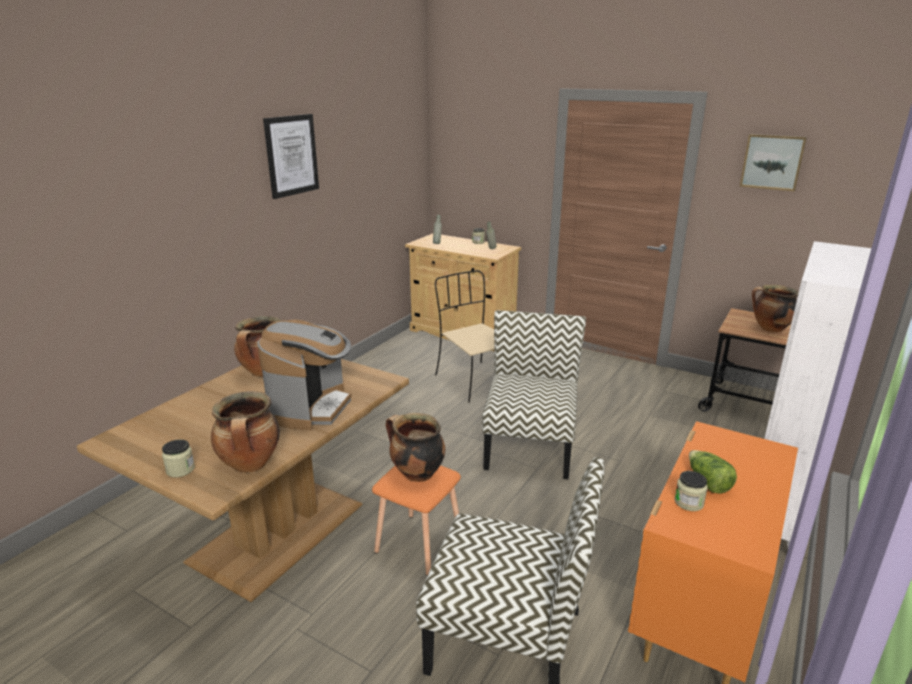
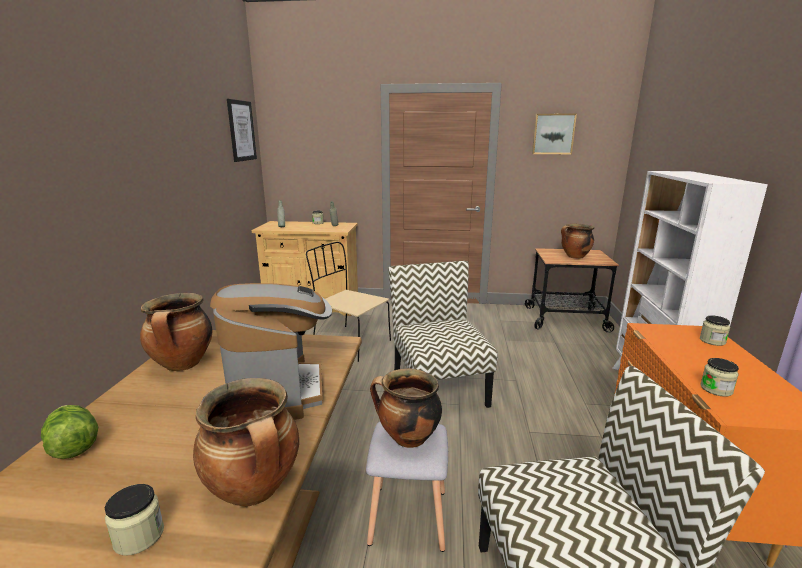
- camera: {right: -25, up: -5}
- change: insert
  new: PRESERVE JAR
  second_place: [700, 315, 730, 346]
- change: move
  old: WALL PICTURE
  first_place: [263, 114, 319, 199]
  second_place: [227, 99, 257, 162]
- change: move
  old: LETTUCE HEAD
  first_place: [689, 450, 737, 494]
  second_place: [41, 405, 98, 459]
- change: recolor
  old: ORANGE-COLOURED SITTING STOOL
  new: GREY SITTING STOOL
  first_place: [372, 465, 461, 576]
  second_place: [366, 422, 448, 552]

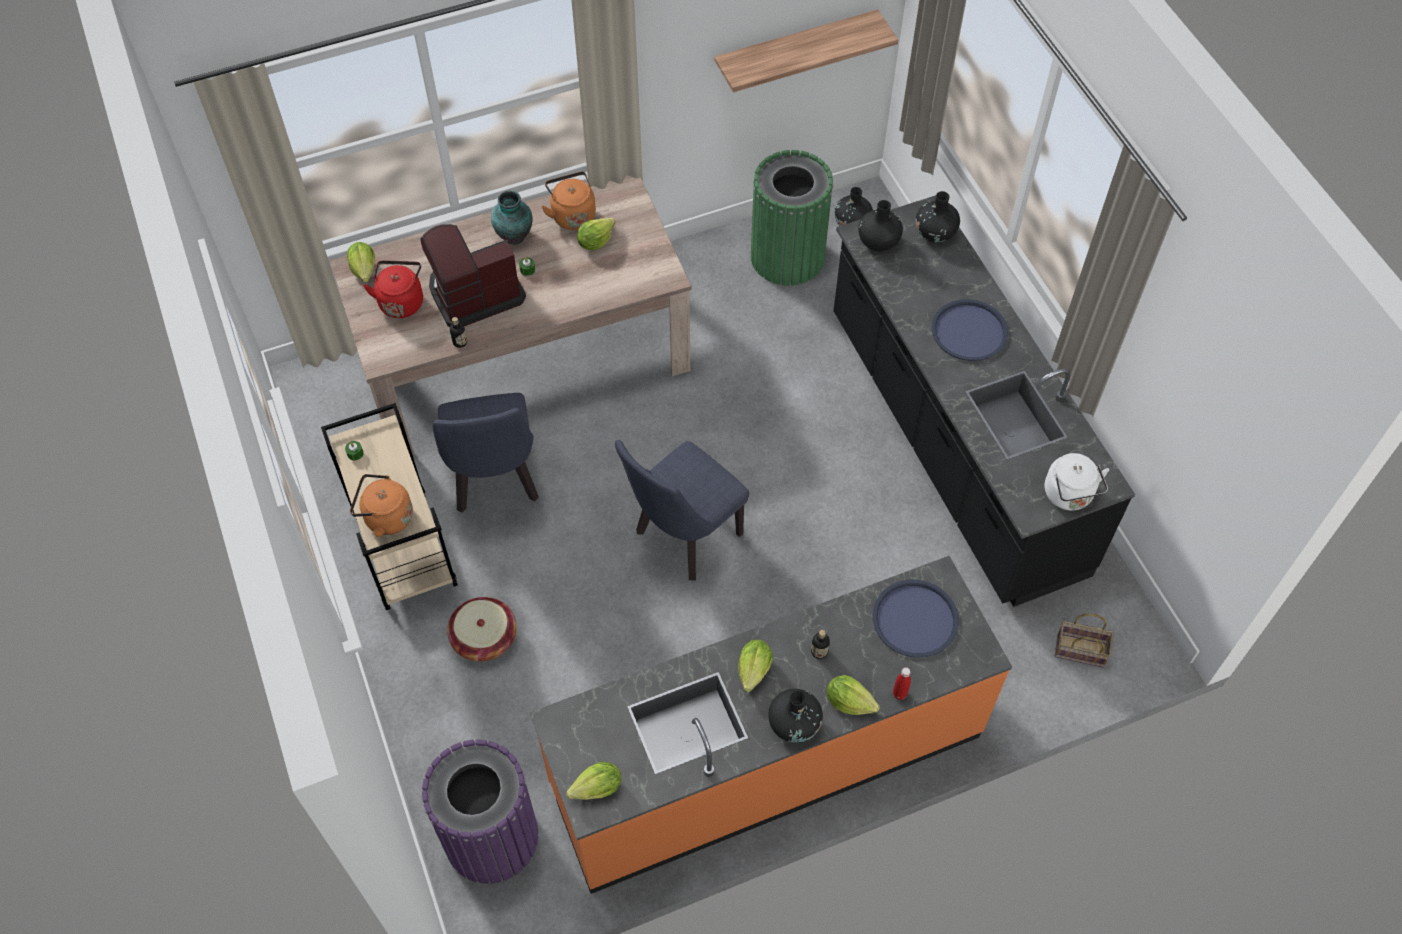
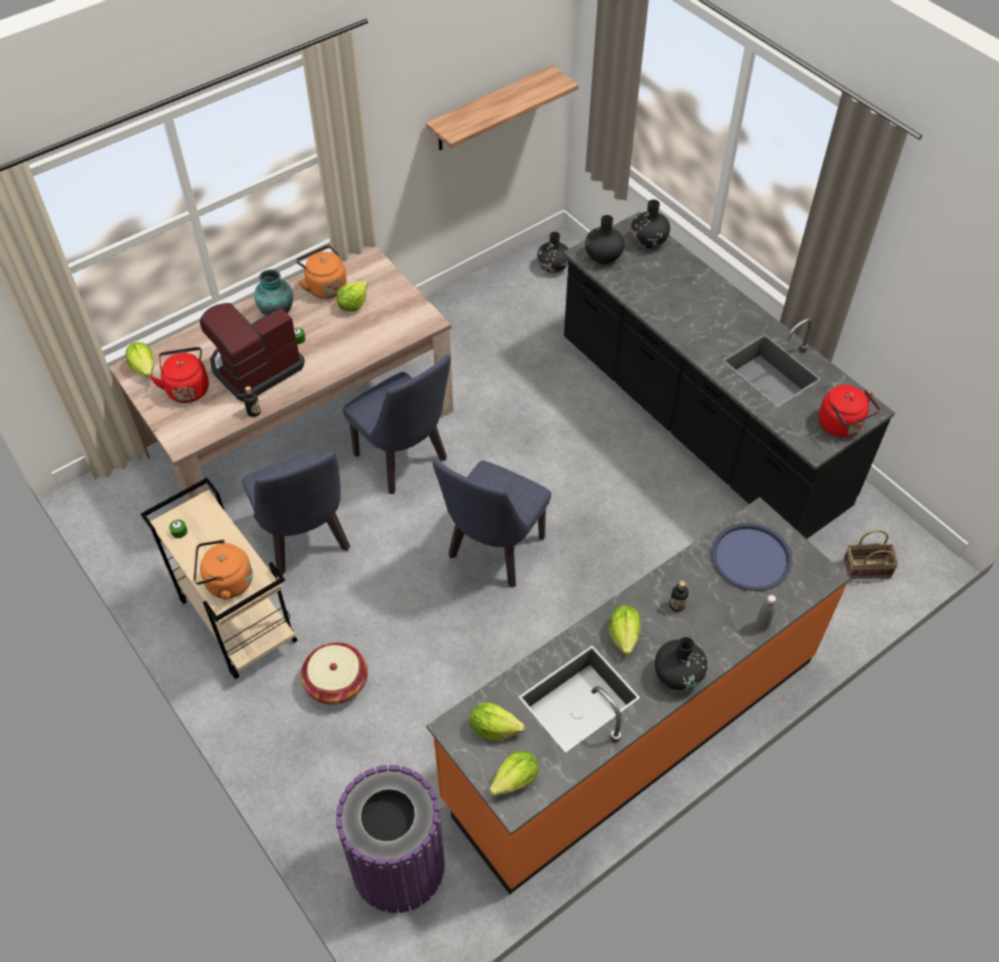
- camera: {right: -15, up: -5}
- change: delete
  old: GREEN RUBBISH BIN
  first_place: [751, 150, 833, 286]
- change: delete
  old: BLUE SERVING TRAY
  first_place: [932, 299, 1008, 361]
- change: insert
  new: BLUE PLAIN CHAIR
  second_place: [343, 354, 451, 494]
- change: move
  old: LETTUCE HEAD
  first_place: [827, 675, 880, 715]
  second_place: [470, 702, 525, 740]
- change: recolor
  old: RED-COLOURED BOTTLE
  new: GREY BOTTLE
  first_place: [893, 667, 911, 700]
  second_place: [756, 595, 776, 630]
- change: recolor
  old: WHITE-COLOURED TEA KETTLE
  new: RED-COLOURED TEA KETTLE
  first_place: [1045, 453, 1109, 510]
  second_place: [819, 385, 880, 437]

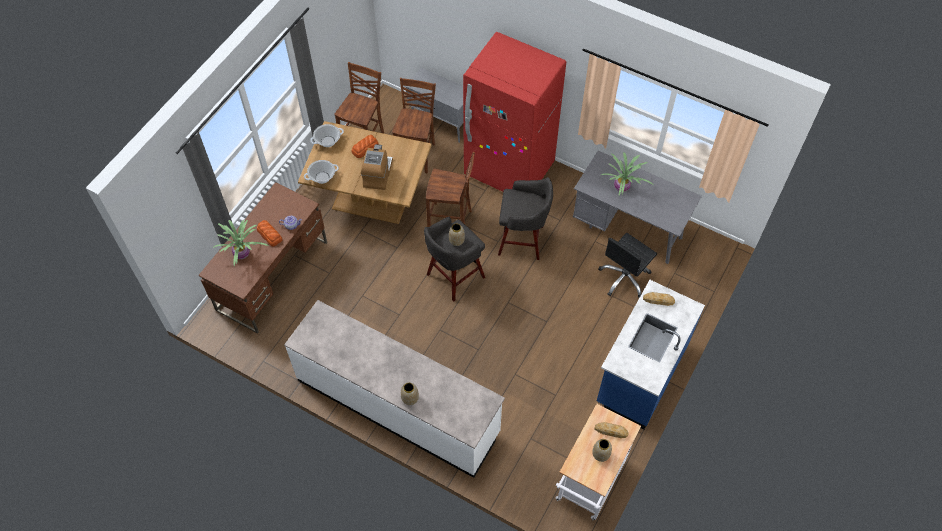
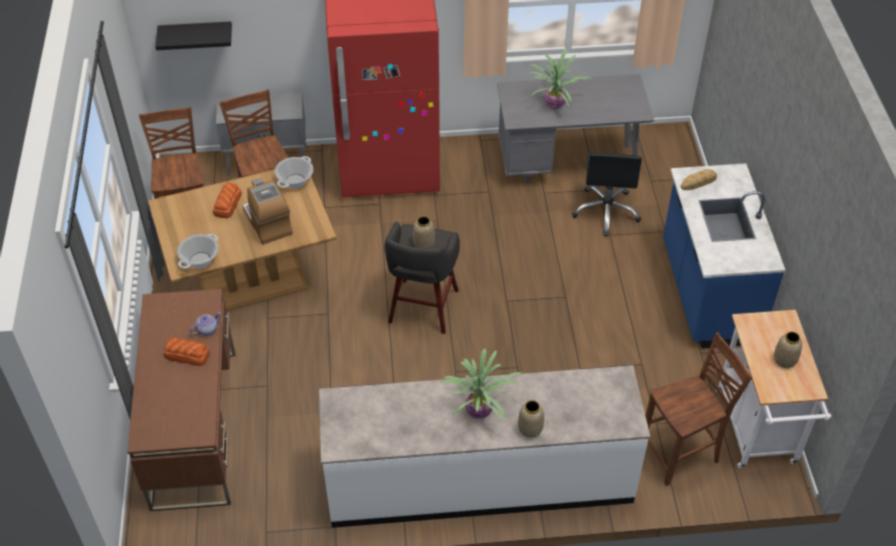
- camera: {right: -35, up: -10}
- change: delete
  old: GREY SITTING STOOL
  first_place: [498, 177, 553, 260]
- change: delete
  old: BREAD
  first_place: [594, 422, 629, 438]
- change: insert
  new: BLACKISH BRACKET SHELF
  second_place: [155, 21, 232, 50]
- change: move
  old: PLANT IN A POT
  first_place: [213, 220, 269, 266]
  second_place: [440, 348, 521, 422]
- change: move
  old: COOKING POT
  first_place: [310, 124, 344, 147]
  second_place: [275, 156, 313, 188]
- change: move
  old: BROWNISH PLAIN CHAIR
  first_place: [426, 152, 475, 227]
  second_place: [645, 332, 752, 486]

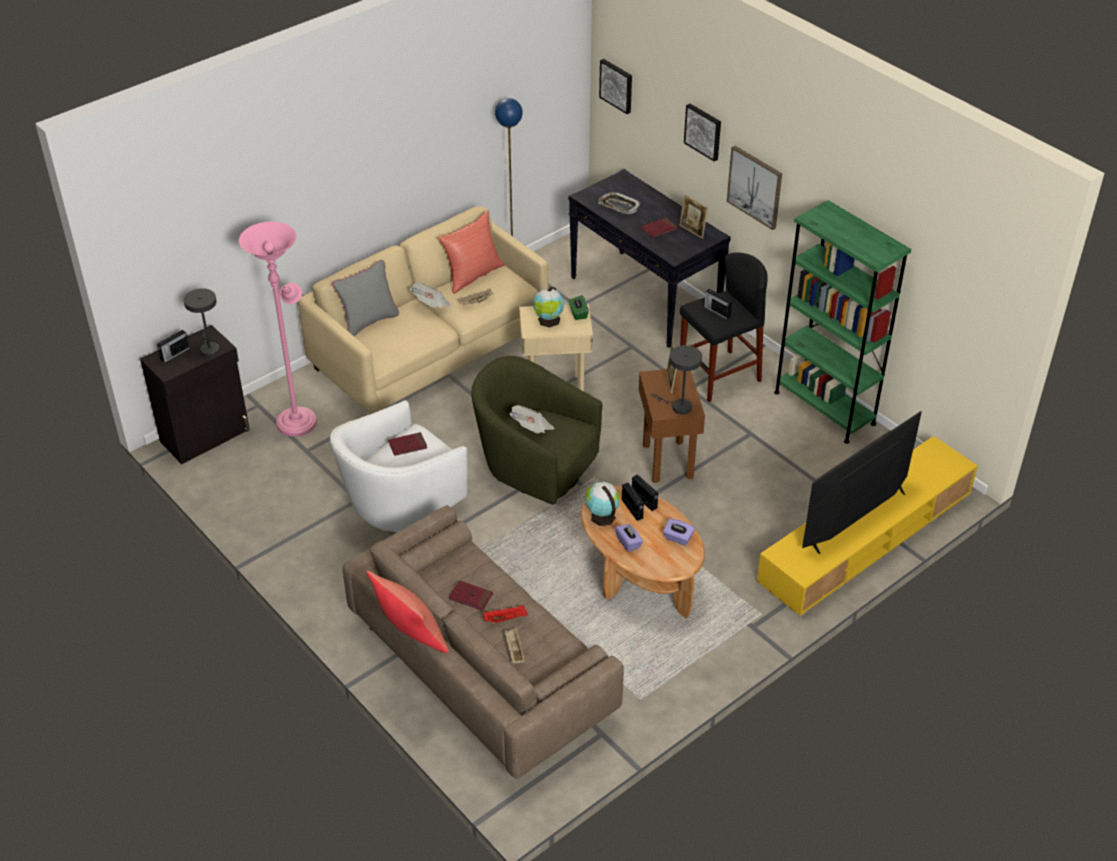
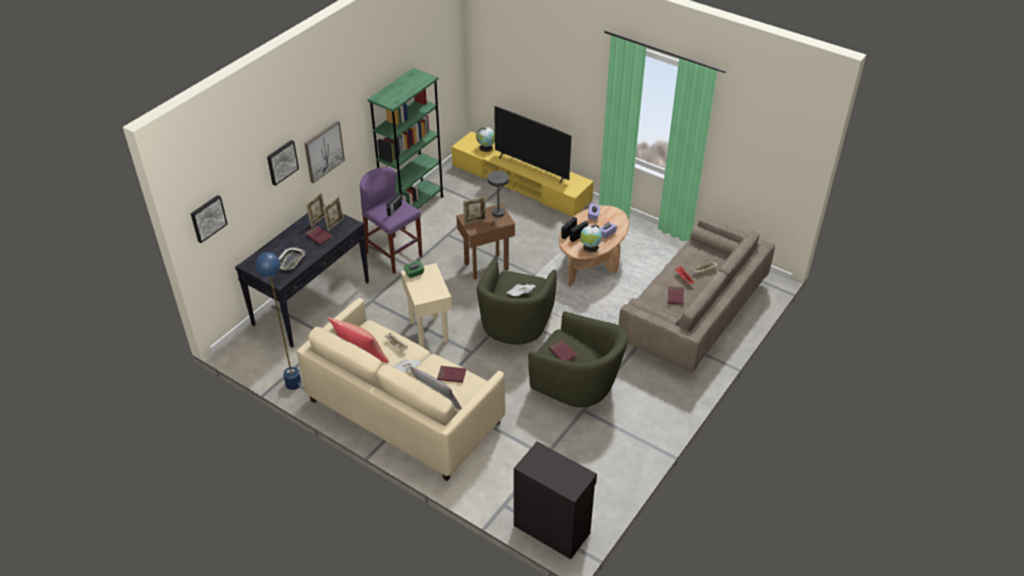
- camera: {right: -105, up: 0}
- change: delete
  old: RADIO SET
  first_place: [157, 330, 190, 363]
- change: delete
  old: GREY TABLETOP LAMP
  first_place: [184, 288, 220, 357]
- change: delete
  old: PINKISH STANDARD LAMP
  first_place: [239, 222, 317, 437]
- change: delete
  old: RED-COLOURED PILLOW
  first_place: [366, 571, 449, 653]
- change: insert
  new: PICTURE FRAME
  second_place: [323, 196, 344, 231]
- change: insert
  new: RED-COLOURED BOUND BOOK
  second_place: [437, 366, 466, 383]
- change: move
  old: DESK GLOBE
  first_place: [533, 287, 564, 327]
  second_place: [476, 127, 495, 152]
- change: recolor
  old: WHITE-COLOURED ARMCHAIR
  new: GREEN ARMCHAIR
  first_place: [330, 400, 468, 532]
  second_place: [528, 311, 628, 407]
- change: recolor
  old: BLACKISH SITTING STOOL
  new: PURPLE SITTING STOOL
  first_place: [680, 252, 768, 402]
  second_place: [360, 167, 422, 274]

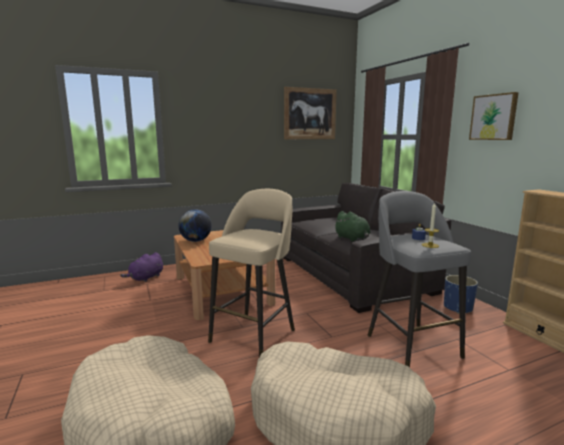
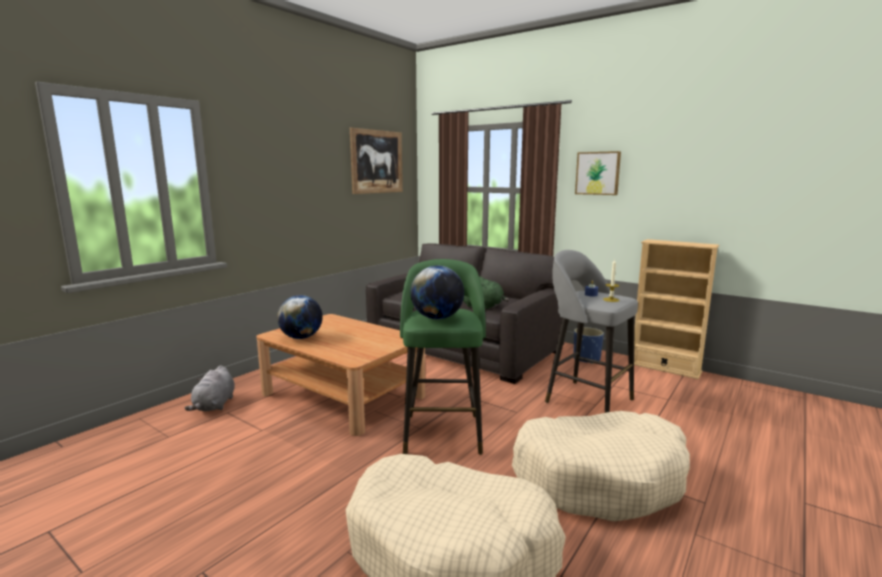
- camera: {right: -30, up: 0}
- change: insert
  new: DESK GLOBE
  second_place: [411, 265, 464, 319]
- change: recolor
  old: PURPLE SOFT TOY
  new: GREY SOFT TOY
  first_place: [120, 252, 163, 282]
  second_place: [185, 365, 235, 411]
- change: recolor
  old: SAND-COLOURED SITTING STOOL
  new: GREEN SITTING STOOL
  first_place: [208, 189, 295, 357]
  second_place: [400, 259, 486, 455]

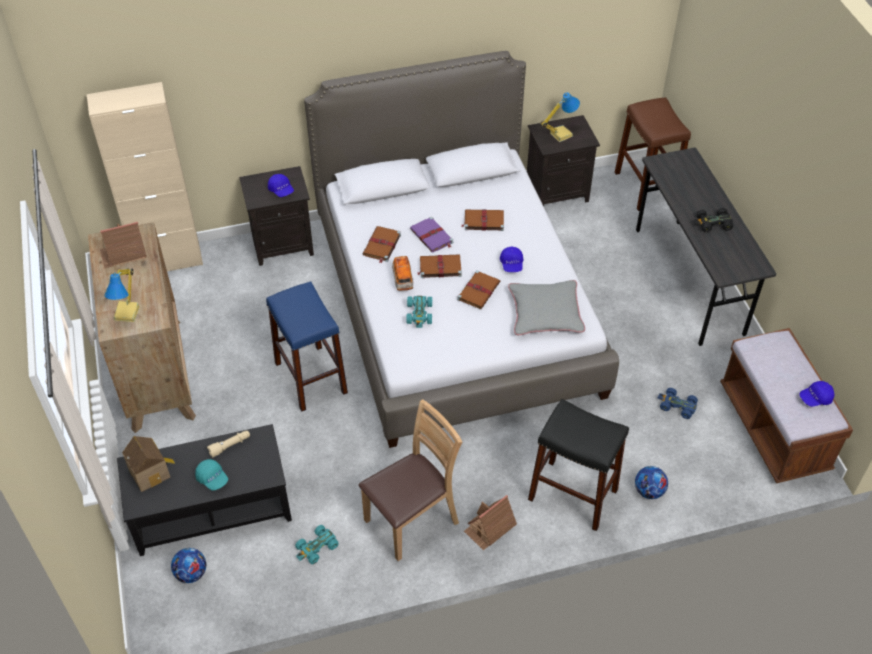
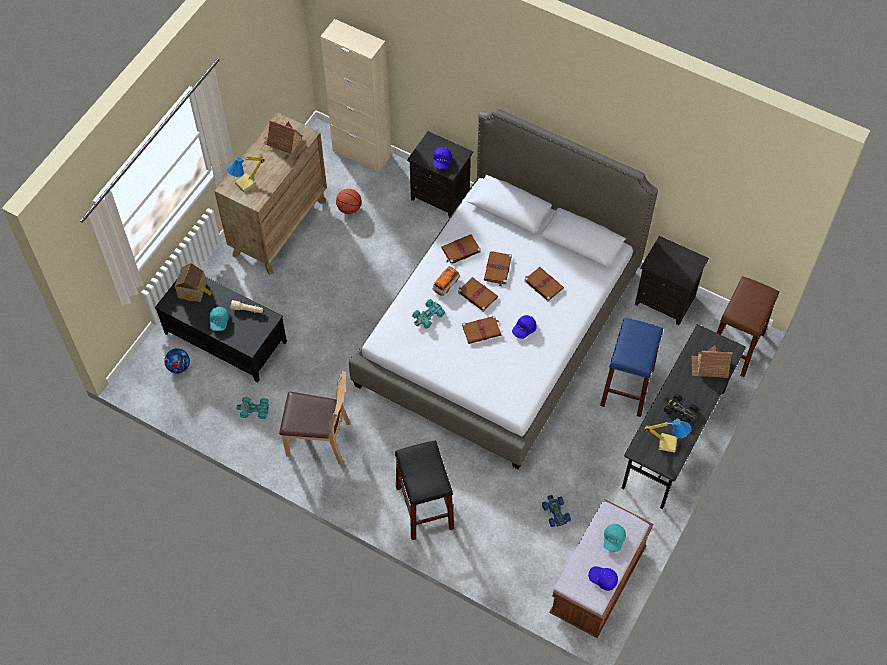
- camera: {right: 45, up: 10}
- change: delete
  old: GREY PILLOW
  first_place: [508, 280, 585, 335]
- change: delete
  old: FOOTBALL BALL
  first_place: [635, 466, 668, 499]
- change: insert
  new: BASKETBALL
  second_place: [336, 189, 362, 214]
- change: insert
  new: BLUE-GREEN CAP
  second_place: [604, 524, 626, 552]
- change: move
  old: BLUE SITTING STOOL
  first_place: [266, 281, 348, 412]
  second_place: [600, 318, 663, 417]
- change: move
  old: TOY HOUSE
  first_place: [464, 495, 517, 550]
  second_place: [691, 345, 733, 378]
- change: move
  old: TABLETOP LAMP
  first_place: [540, 92, 580, 142]
  second_place: [644, 419, 691, 453]
- change: recolor
  old: PURPLE BOUND BOOK
  new: BROWNISH BOUND BOOK
  first_place: [410, 217, 453, 252]
  second_place: [484, 251, 512, 286]

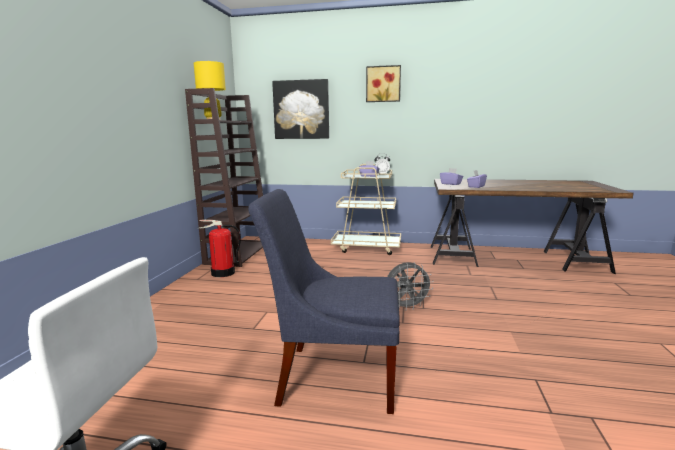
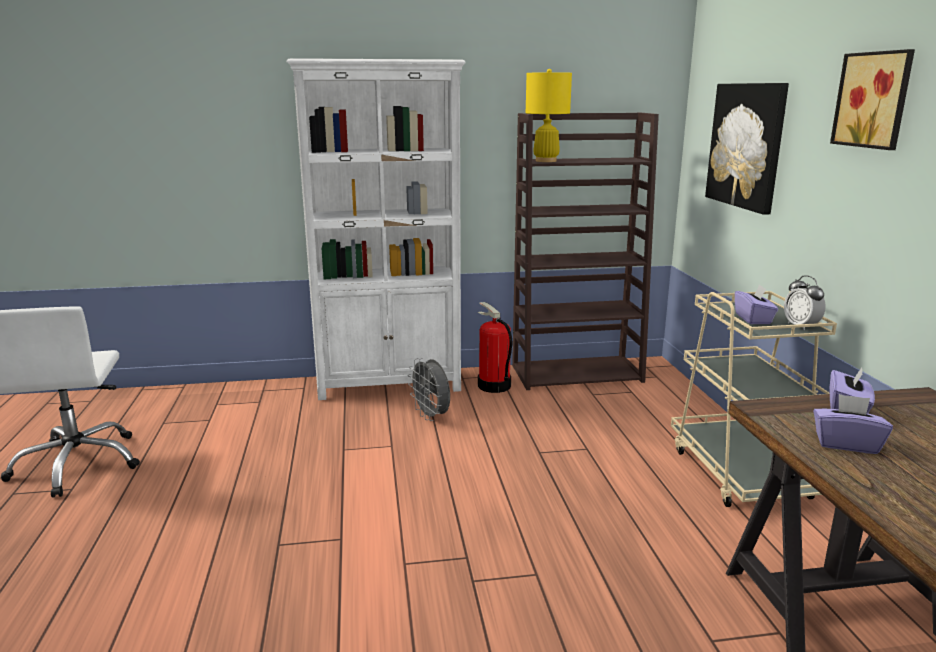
- camera: {right: 70, up: 5}
- change: delete
  old: BLUE PLAIN CHAIR
  first_place: [248, 189, 400, 414]
- change: insert
  new: WHITE-COLOURED BOOKSHELF
  second_place: [287, 58, 466, 400]
- change: move
  old: GREY ELECTRIC FAN
  first_place: [387, 262, 434, 310]
  second_place: [408, 358, 450, 421]

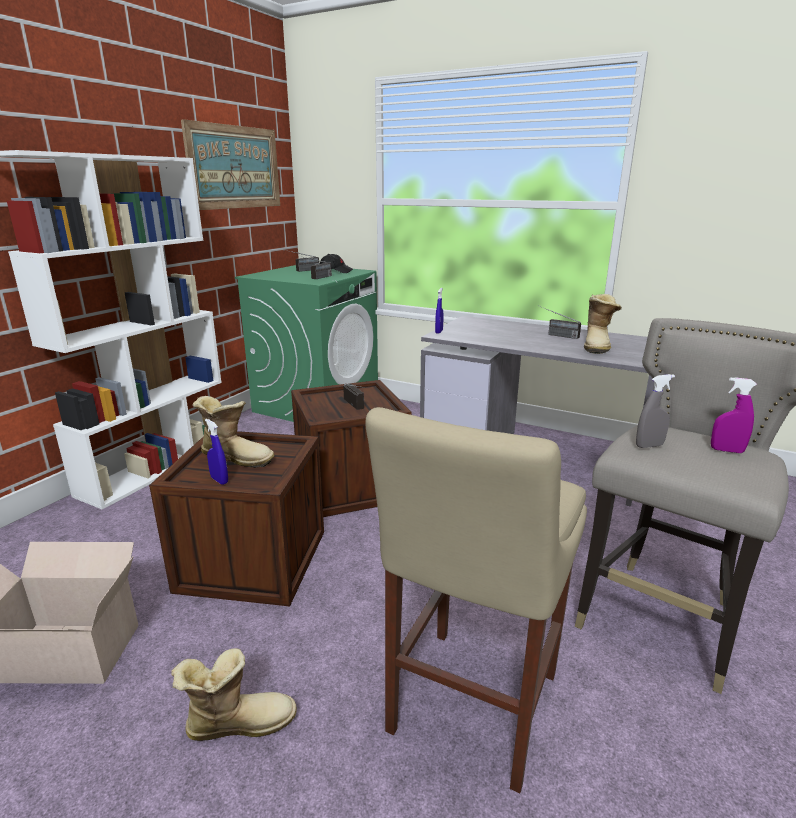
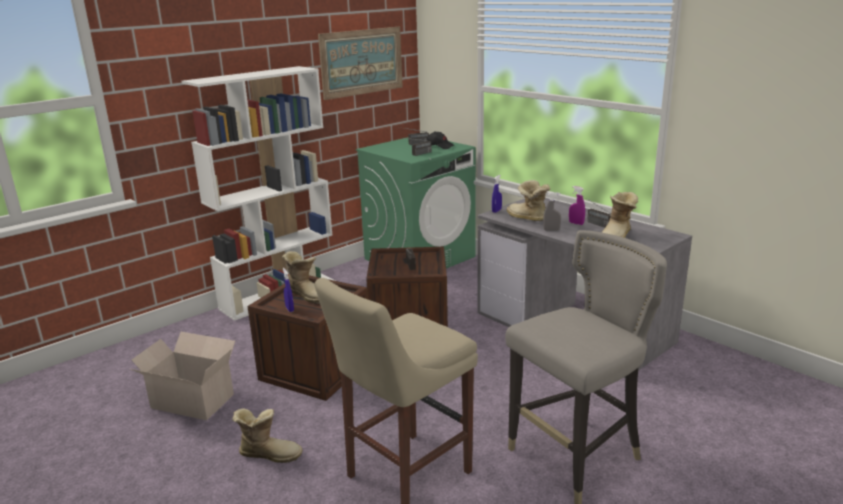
- camera: {right: 20, up: 0}
- change: insert
  new: BOOT
  second_place: [507, 180, 550, 221]
- change: move
  old: GREY HAND SPRAYER
  first_place: [636, 374, 675, 448]
  second_place: [543, 192, 561, 231]
- change: move
  old: PURPLE HAND SPRAYER
  first_place: [711, 377, 757, 453]
  second_place: [569, 186, 585, 225]

